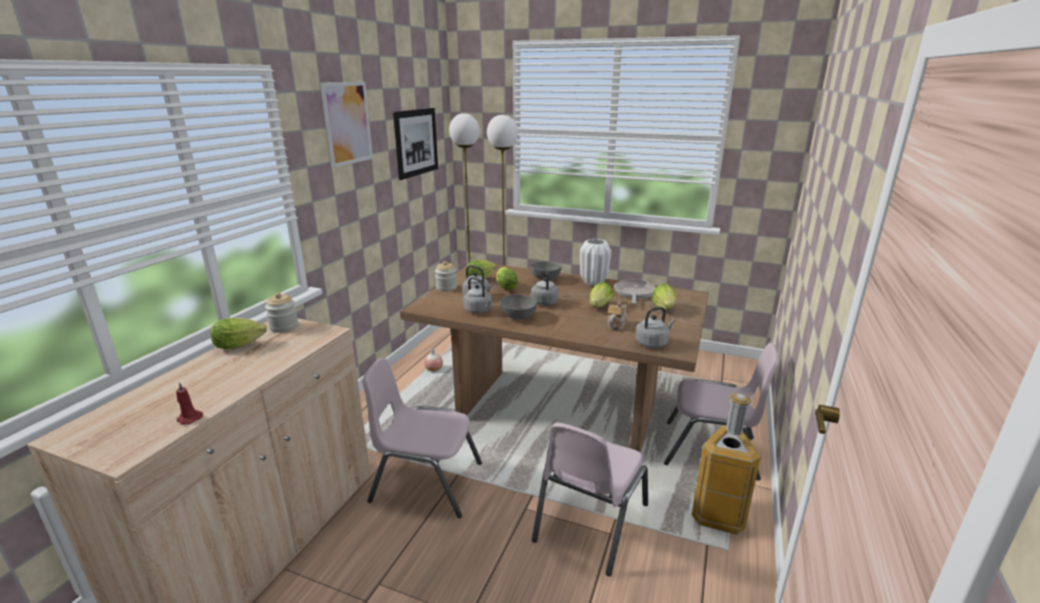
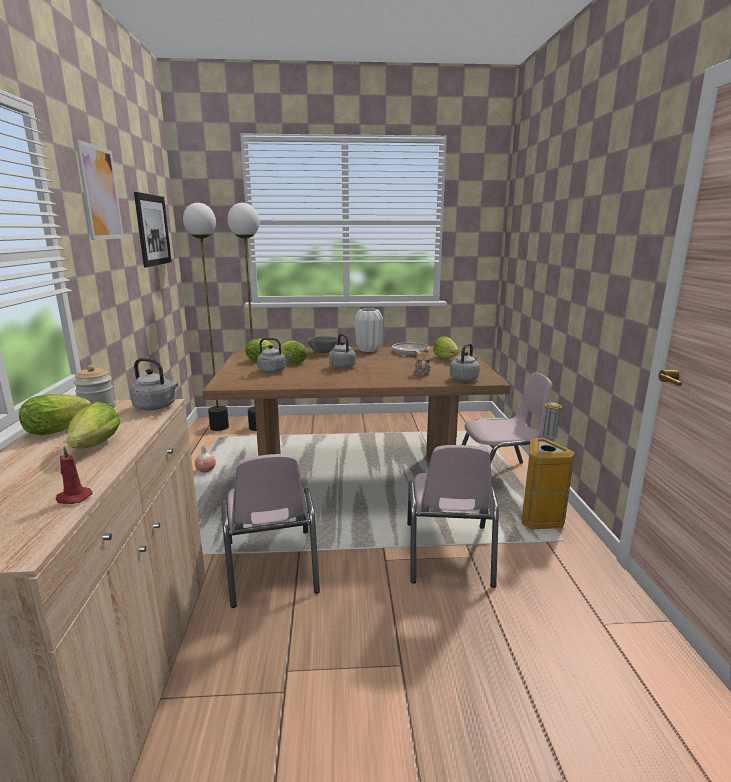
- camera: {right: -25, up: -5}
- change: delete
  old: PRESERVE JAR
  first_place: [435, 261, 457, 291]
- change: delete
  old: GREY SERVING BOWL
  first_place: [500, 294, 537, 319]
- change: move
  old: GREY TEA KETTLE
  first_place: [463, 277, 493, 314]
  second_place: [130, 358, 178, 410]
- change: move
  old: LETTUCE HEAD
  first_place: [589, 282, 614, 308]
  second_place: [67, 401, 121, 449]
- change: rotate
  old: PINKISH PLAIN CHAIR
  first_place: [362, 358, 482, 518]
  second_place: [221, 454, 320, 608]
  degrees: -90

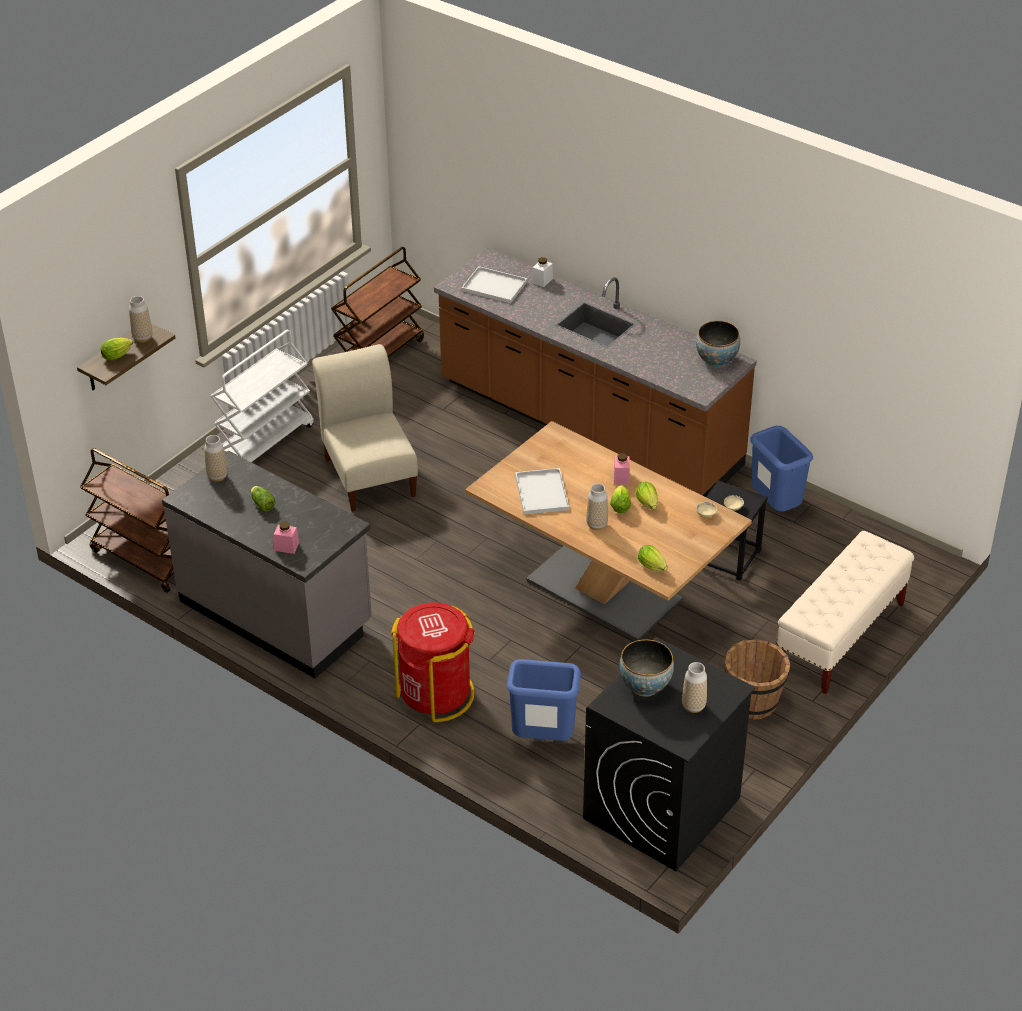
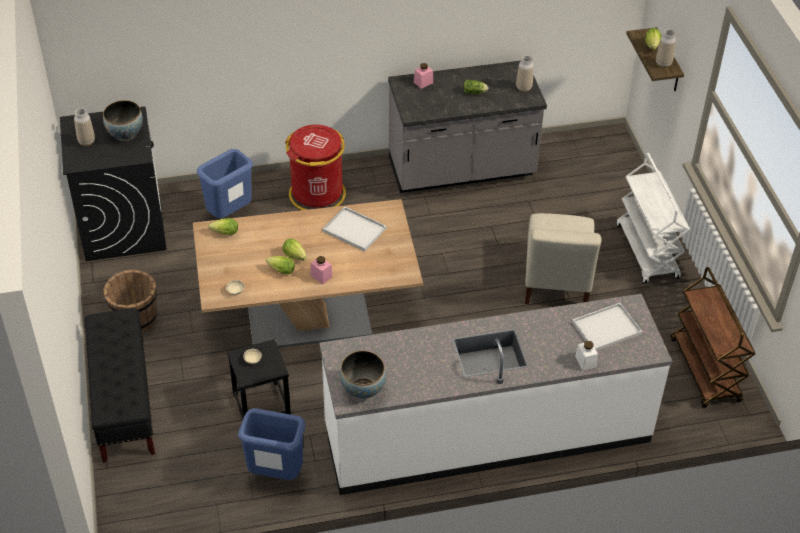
- camera: {right: 130, up: 5}
- change: delete
  old: BROWNISH CART
  first_place: [80, 448, 174, 593]
- change: delete
  old: DECORATIVE VASE
  first_place: [586, 484, 608, 530]
- change: recolor
  old: BROWNISH KITCHEN COUNTER
  new: WHITE-COLOURED KITCHEN COUNTER
  first_place: [434, 248, 757, 497]
  second_place: [319, 294, 672, 495]
- change: recolor
  old: SAND-COLOURED LONG SEAT
  new: BLACKISH LONG SEAT
  first_place: [776, 531, 914, 694]
  second_place: [84, 308, 155, 463]
- change: rotate
  old: SAND-COLOURED PLAIN CHAIR
  first_place: [312, 344, 418, 512]
  second_place: [525, 213, 601, 304]
  degrees: 75

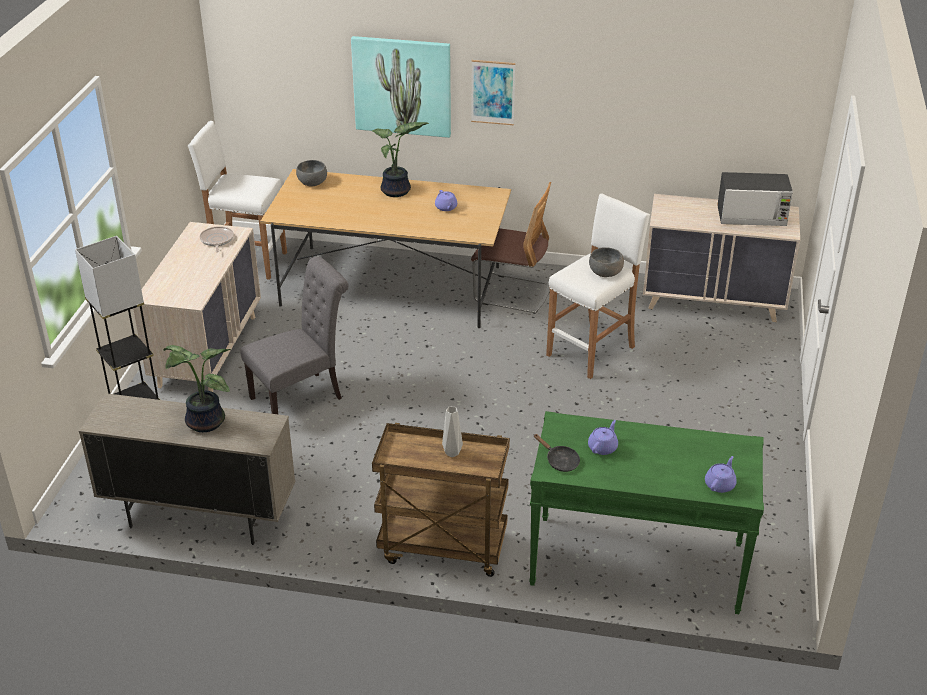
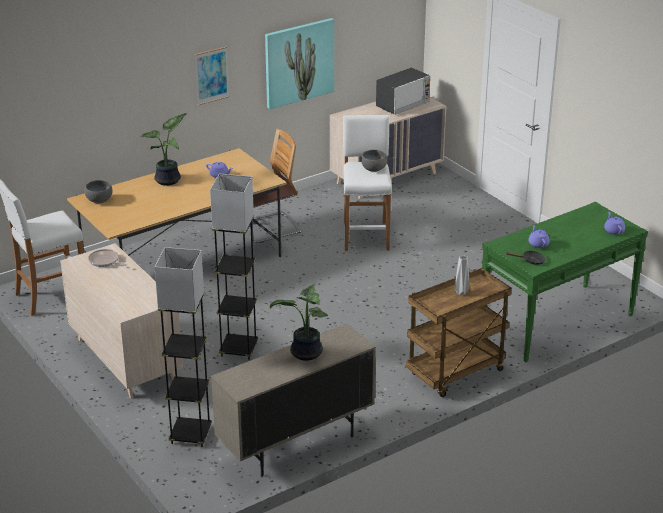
- camera: {right: -45, up: -5}
- change: move
  old: WALL PICTURE
  first_place: [351, 36, 451, 138]
  second_place: [265, 18, 334, 109]
- change: replace
  old: GREY PLAIN CHAIR
  new: GREY STANDARD LAMP
  first_place: [240, 256, 349, 414]
  second_place: [210, 173, 258, 360]

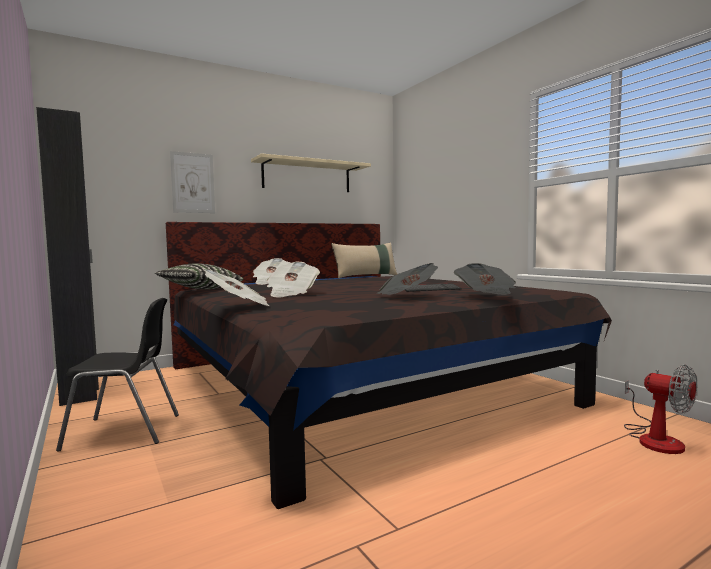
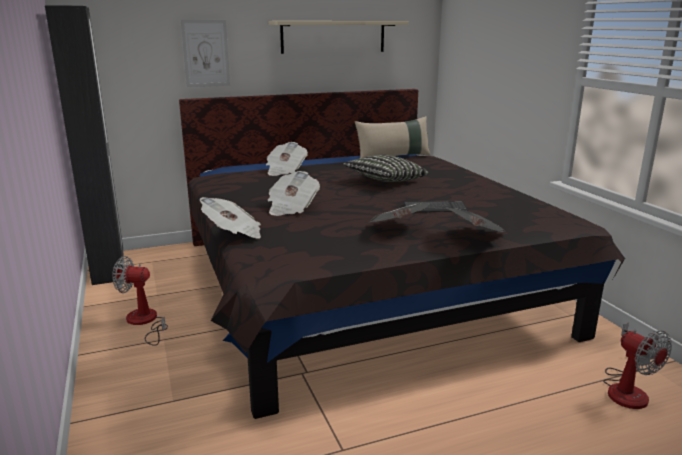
- camera: {right: 10, up: 15}
- change: move
  old: PILLOW
  first_place: [155, 263, 243, 289]
  second_place: [344, 155, 429, 182]
- change: replace
  old: BLACKISH PLAIN CHAIR
  new: ELECTRIC FAN
  first_place: [56, 298, 179, 452]
  second_place: [112, 256, 168, 346]

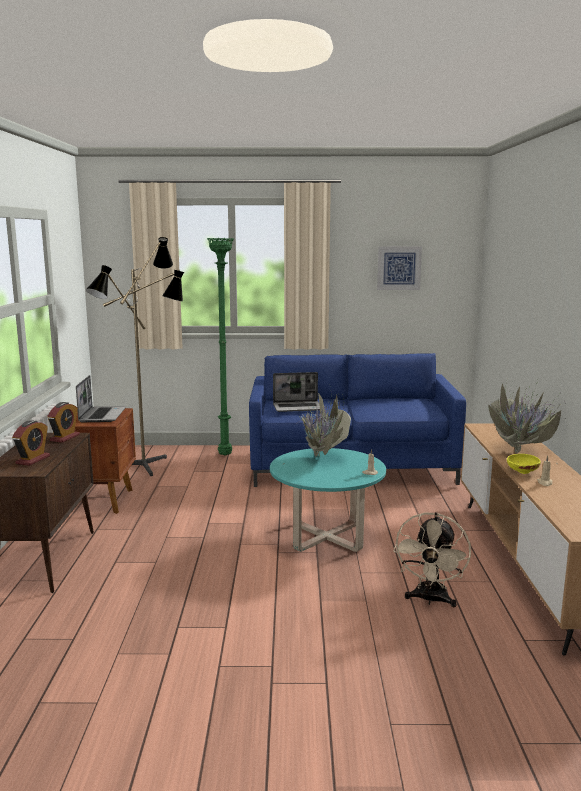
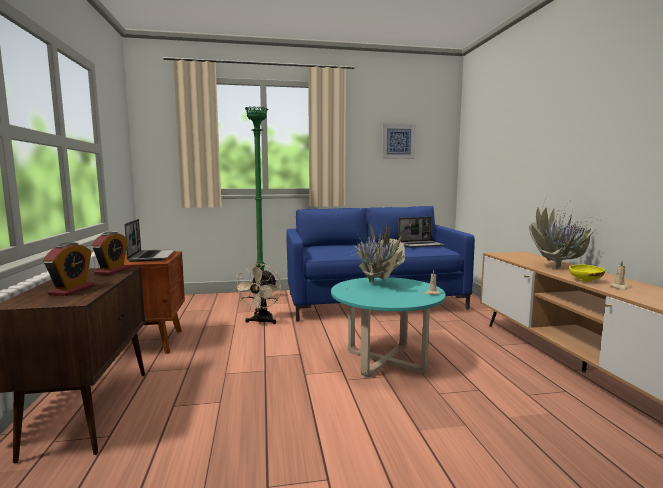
- camera: {right: -10, up: -5}
- change: delete
  old: STANDARD LAMP
  first_place: [86, 237, 184, 476]
- change: move
  old: PORTABLE COMPUTER
  first_place: [273, 372, 320, 412]
  second_place: [398, 217, 444, 248]
- change: move
  old: SAND-COLOURED ELECTRIC FAN
  first_place: [393, 512, 471, 607]
  second_place: [234, 263, 282, 324]

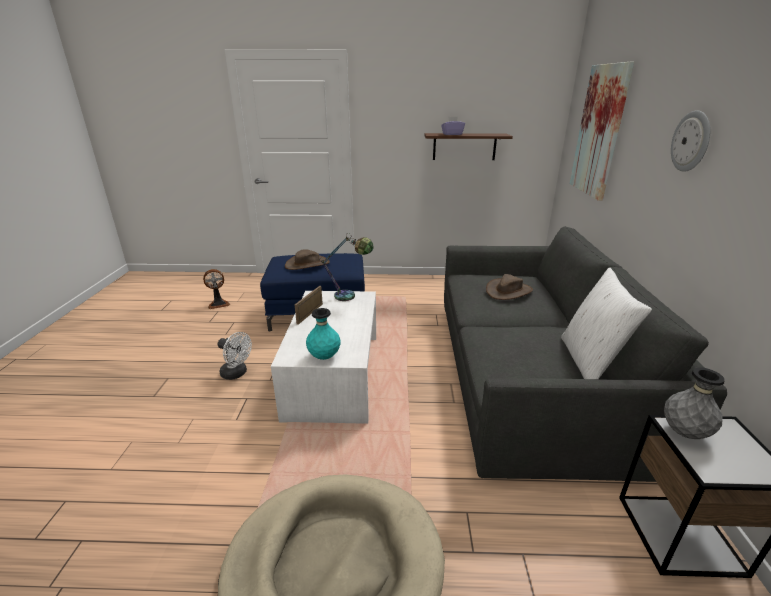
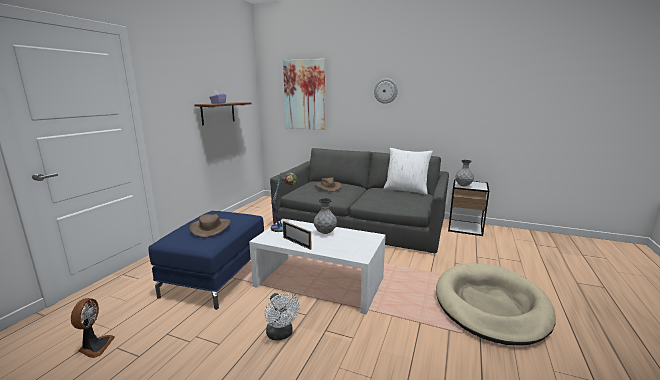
- camera: {right: -70, up: -10}
- change: delete
  old: BLUE-GREEN DECORATIVE VASE
  first_place: [306, 308, 341, 360]
- change: insert
  new: GREY DECORATIVE VASE
  second_place: [314, 198, 337, 234]
- change: rotate
  old: WHITE-COLOURED ELECTRIC FAN
  first_place: [218, 332, 252, 380]
  second_place: [264, 293, 300, 341]
  degrees: 105

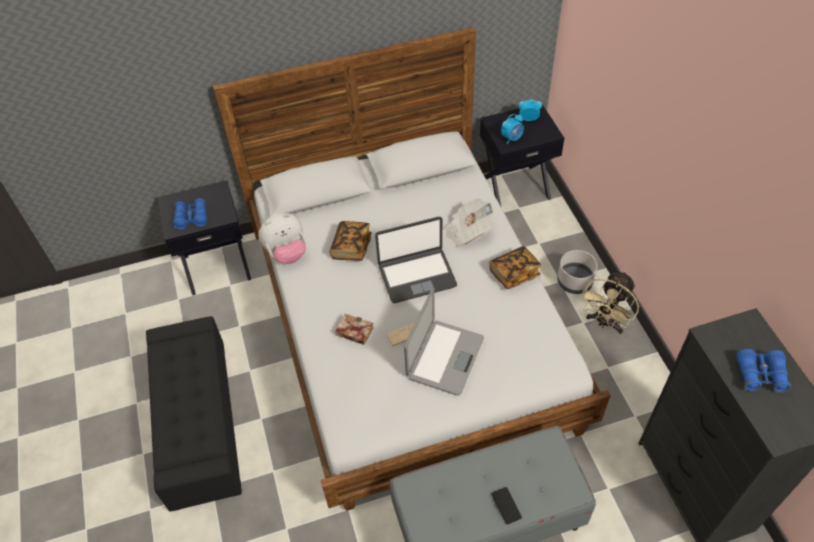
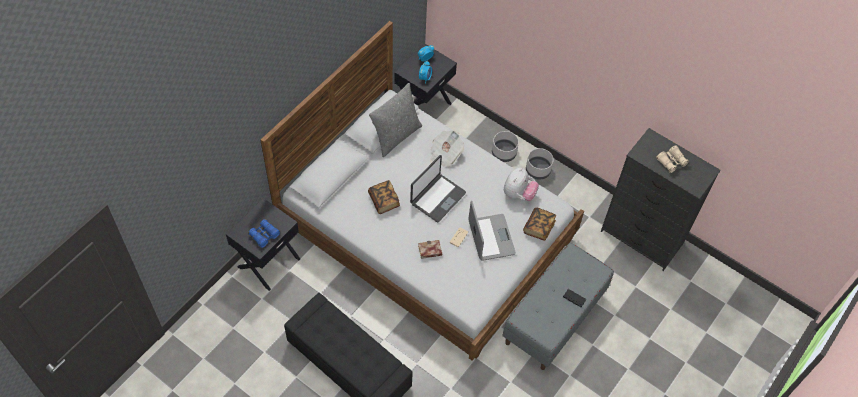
- camera: {right: -40, up: 5}
- change: insert
  new: GREY PILLOW
  second_place: [369, 83, 422, 157]
- change: move
  old: SOFT TOY
  first_place: [258, 213, 306, 264]
  second_place: [504, 168, 539, 201]
- change: move
  old: BOUND BOOK
  first_place: [489, 246, 541, 289]
  second_place: [523, 208, 556, 241]
- change: replace
  old: SAND-COLOURED ELECTRIC FAN
  new: GREY PLANT POT
  first_place: [580, 271, 639, 334]
  second_place: [526, 148, 554, 180]
- change: recolor
  old: BLUE FIELD GLASSES
  new: SAND-COLOURED FIELD GLASSES
  first_place: [736, 349, 792, 392]
  second_place: [656, 145, 689, 173]

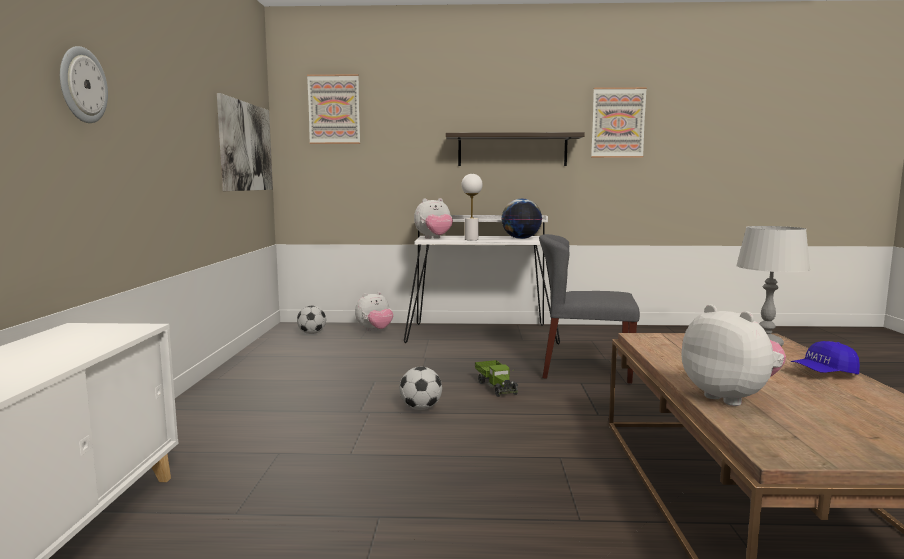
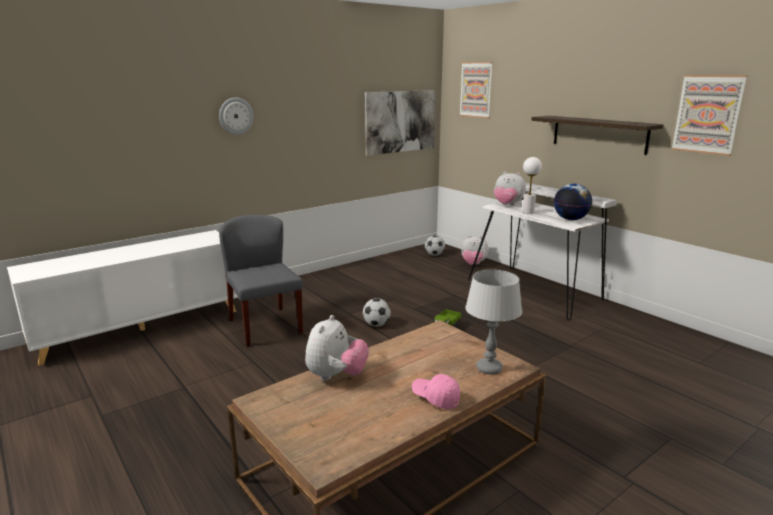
- camera: {right: 50, up: 10}
- change: move
  old: GREY PLAIN CHAIR
  first_place: [539, 234, 640, 383]
  second_place: [219, 215, 303, 347]
- change: recolor
  old: BLUE CAP
  new: PINKISH CAP
  first_place: [791, 341, 860, 375]
  second_place: [412, 374, 460, 409]

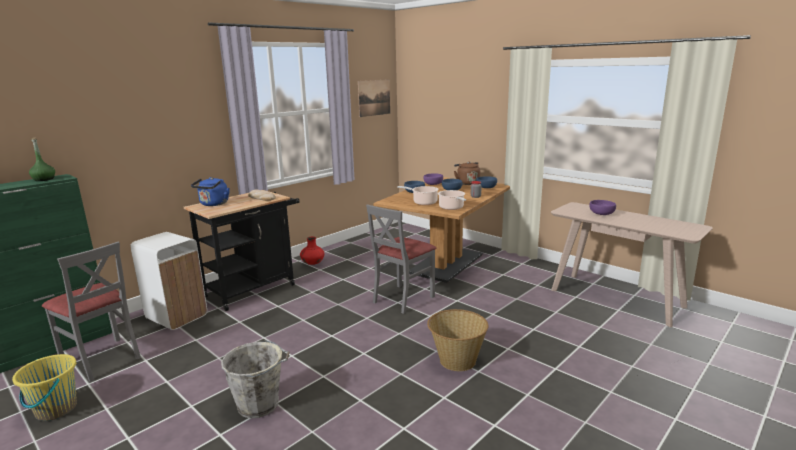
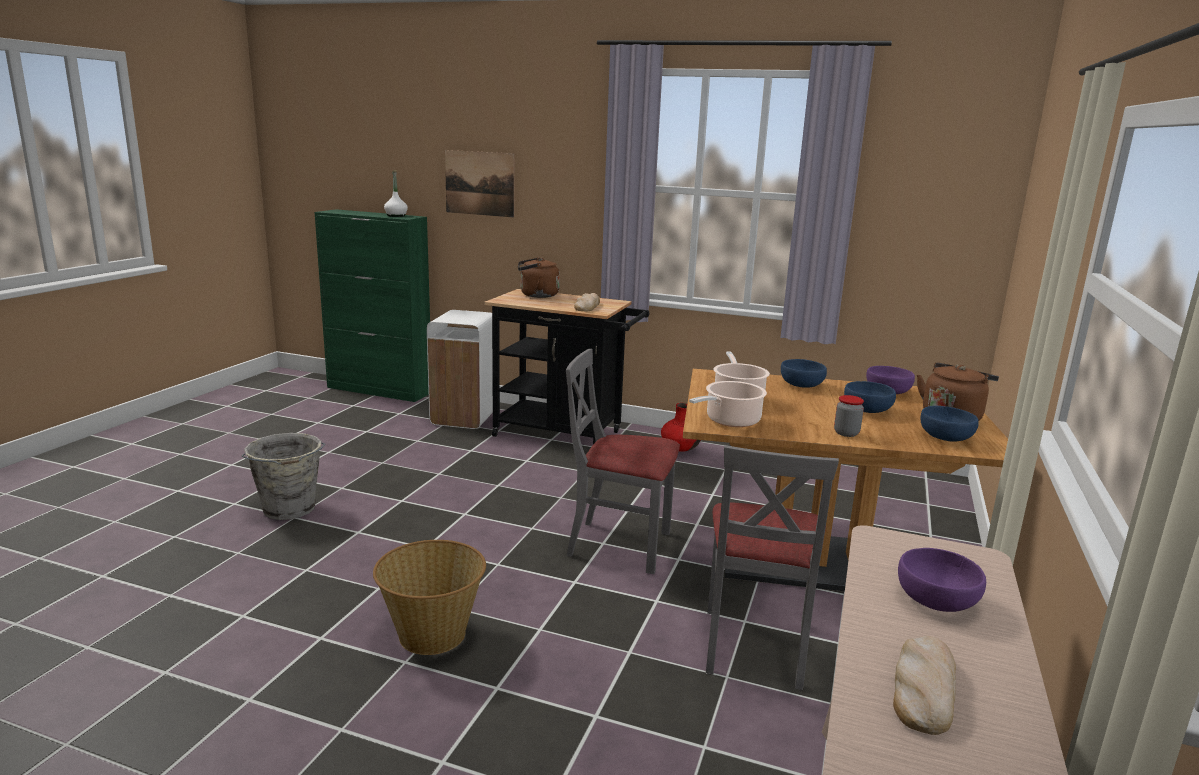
- camera: {right: 65, up: 0}
- change: delete
  old: YELLOWISH WATER BUCKET
  first_place: [12, 354, 77, 421]
- change: insert
  new: BREAD
  second_place: [893, 636, 956, 735]
- change: move
  old: GREY PLAIN CHAIR
  first_place: [42, 242, 141, 382]
  second_place: [706, 445, 839, 690]
- change: move
  old: WALL PICTURE
  first_place: [358, 79, 390, 117]
  second_place: [445, 150, 515, 218]
- change: recolor
  old: GREEN BOTTLE
  new: WHITE-COLOURED BOTTLE
  first_place: [29, 138, 55, 181]
  second_place: [384, 171, 408, 217]
- change: recolor
  old: BLUE TEA KETTLE
  new: BROWNISH TEA KETTLE
  first_place: [191, 177, 230, 206]
  second_place: [518, 257, 560, 298]

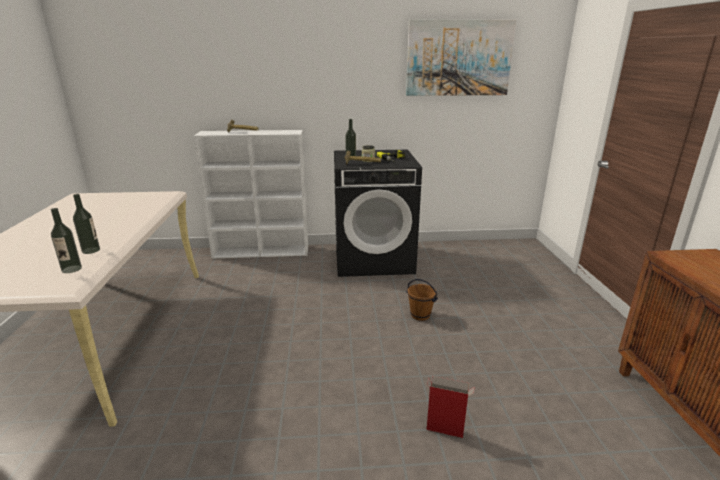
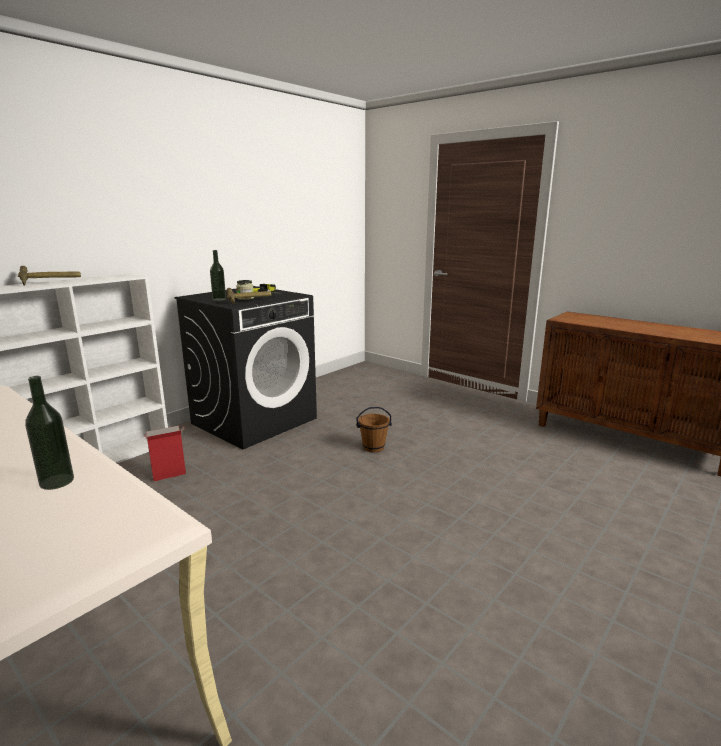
- camera: {right: -45, up: -5}
- change: delete
  old: BOTTLE
  first_place: [51, 208, 82, 273]
- change: delete
  old: WALL PICTURE
  first_place: [406, 19, 516, 96]
- change: move
  old: CARTON
  first_place: [427, 376, 474, 438]
  second_place: [143, 426, 186, 481]

